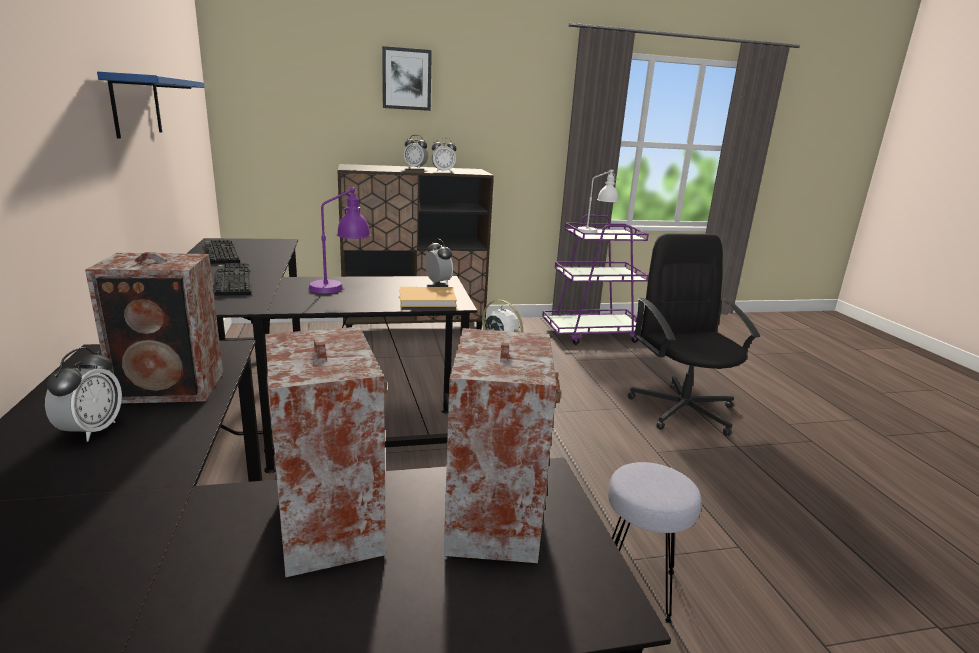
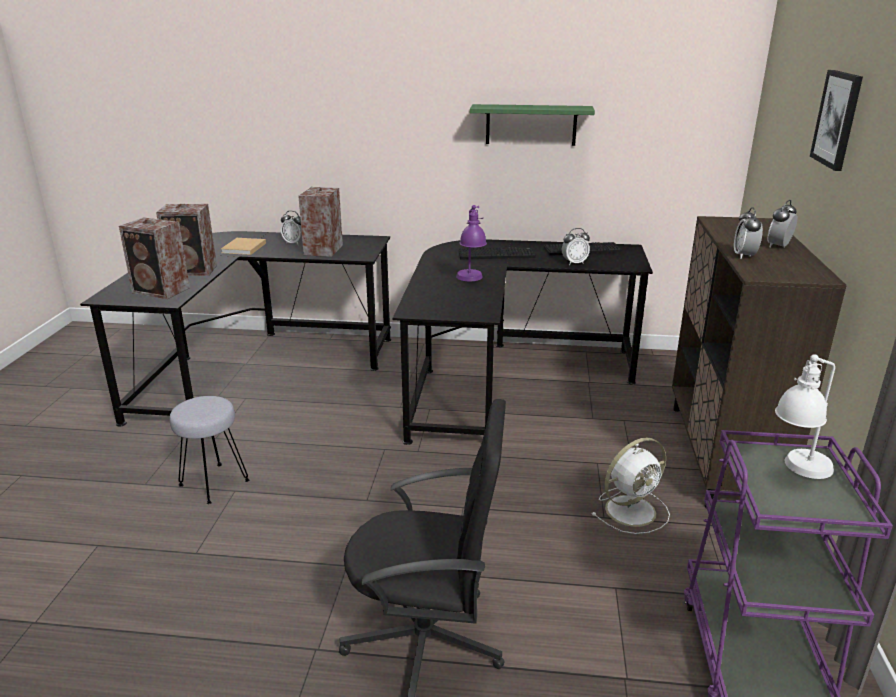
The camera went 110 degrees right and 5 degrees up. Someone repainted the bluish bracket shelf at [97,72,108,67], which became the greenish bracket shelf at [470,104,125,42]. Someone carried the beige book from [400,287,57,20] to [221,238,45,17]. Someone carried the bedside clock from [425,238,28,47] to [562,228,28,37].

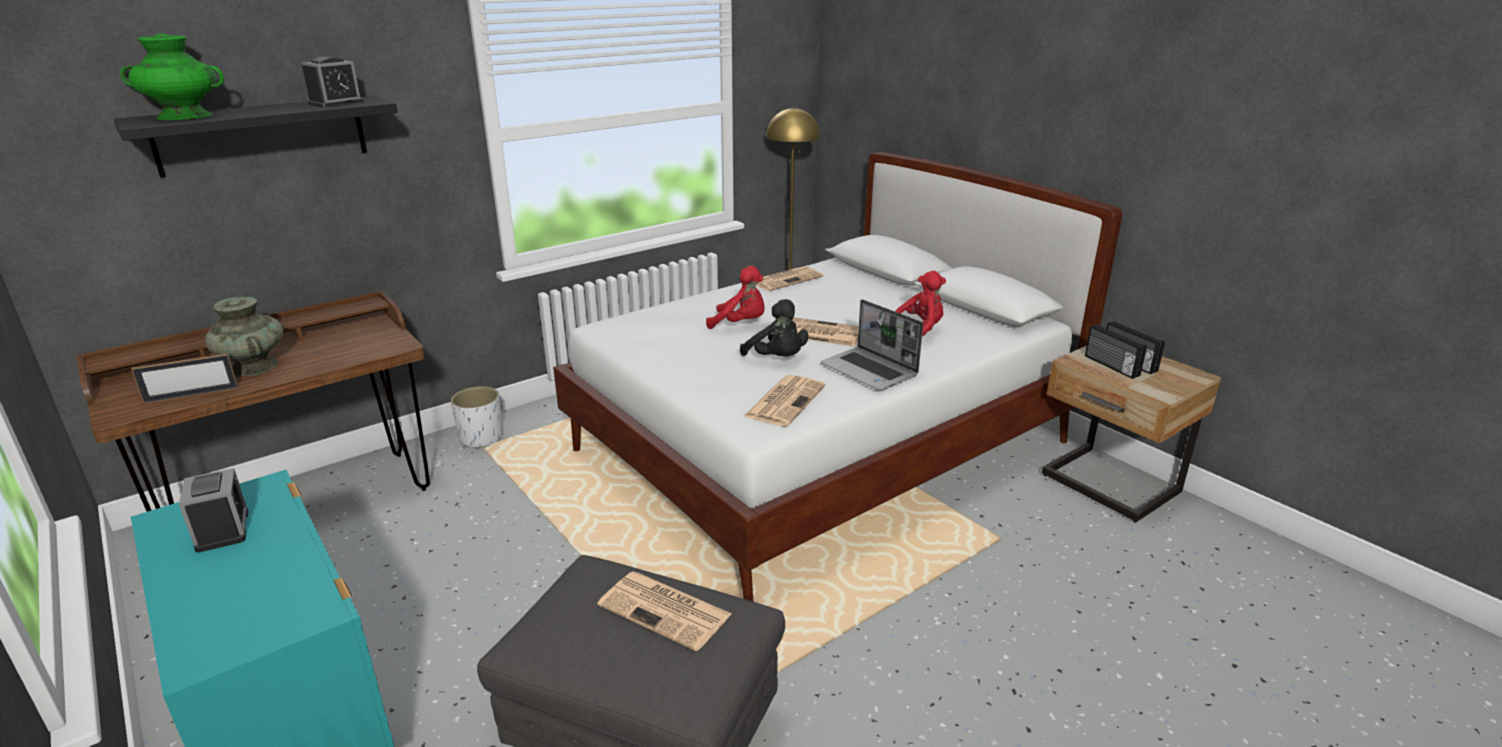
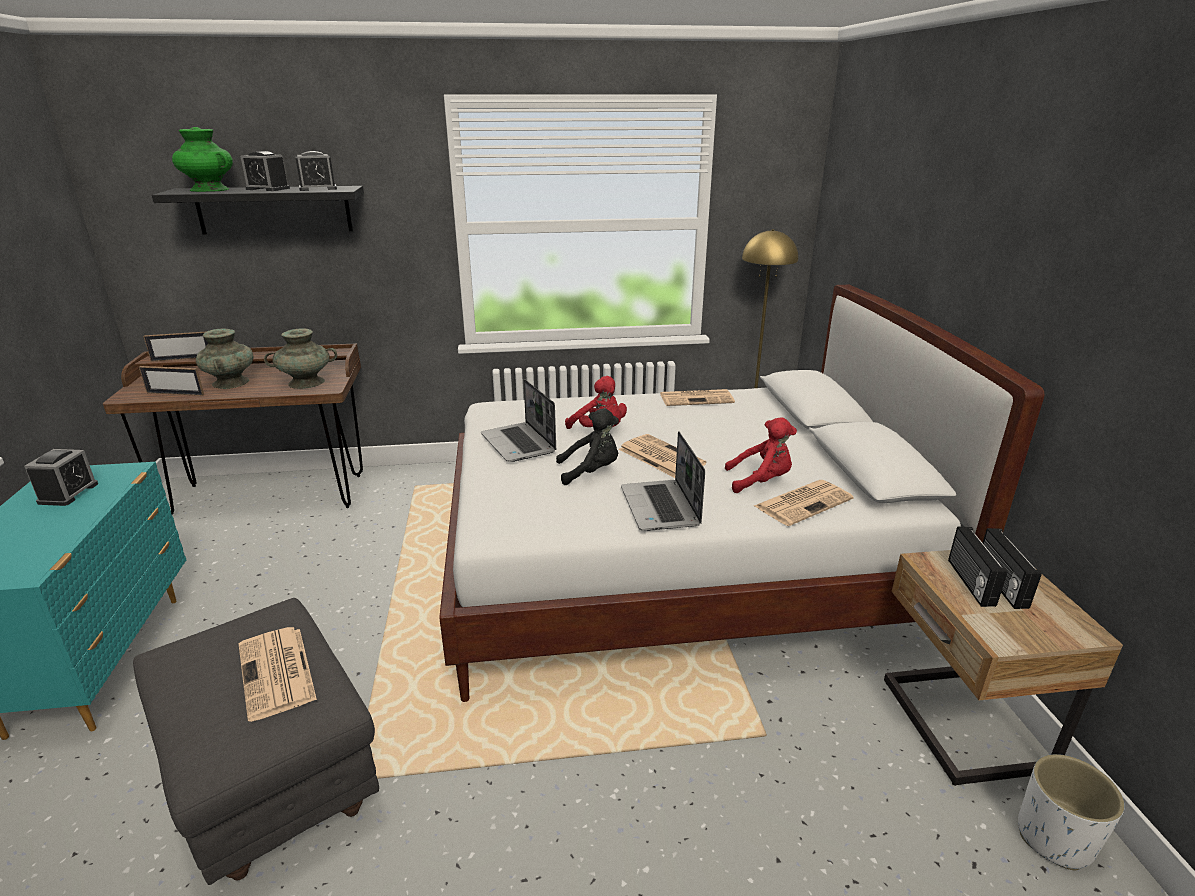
The camera went 30 degrees right and 0 degrees up. Someone carried the whitish planter from [451,386,52,62] to [1018,754,106,116]. Someone rotated the black-coloured cuddly toy at [740,299,68,58] by 90 degrees counterclockwise. Someone carried the daily paper from [743,375,82,52] to [754,480,100,46]. Someone put down the photo frame at [143,331,65,31]. Someone put down the bedside clock at [240,151,50,40]. Someone put down the blue-green flower vase at [264,328,73,61]. Someone put down the notebook computer at [481,379,75,83].

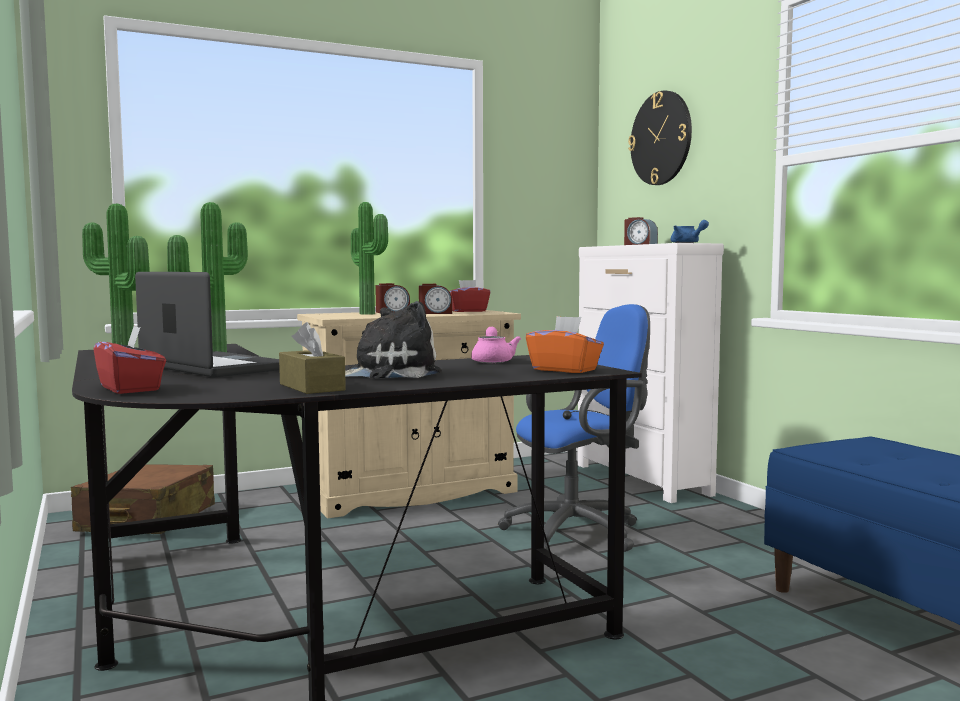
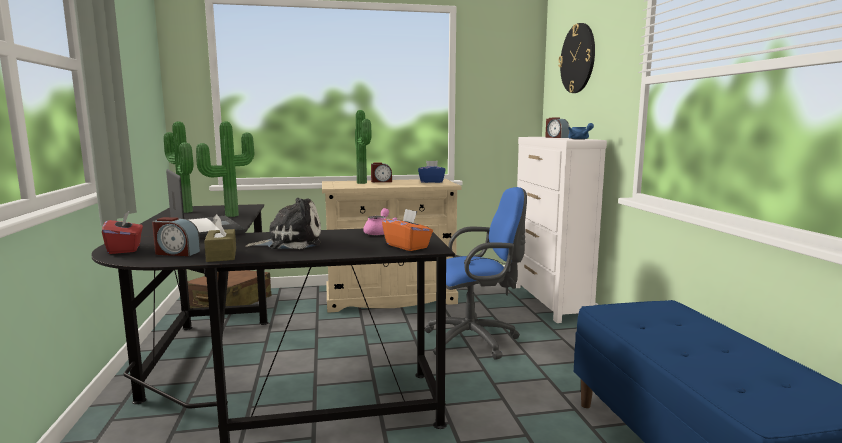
The camera went 15 degrees right and 5 degrees up. Someone carried the bedside clock from [419,284,33,30] to [152,217,49,39]. Someone repainted the red tissue holder at [450,280,40,32], which became the bluish tissue holder at [418,161,28,22].

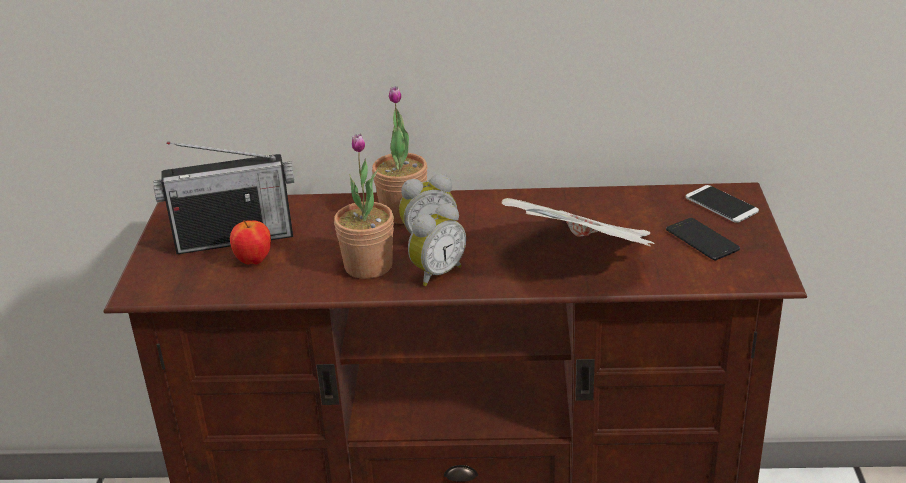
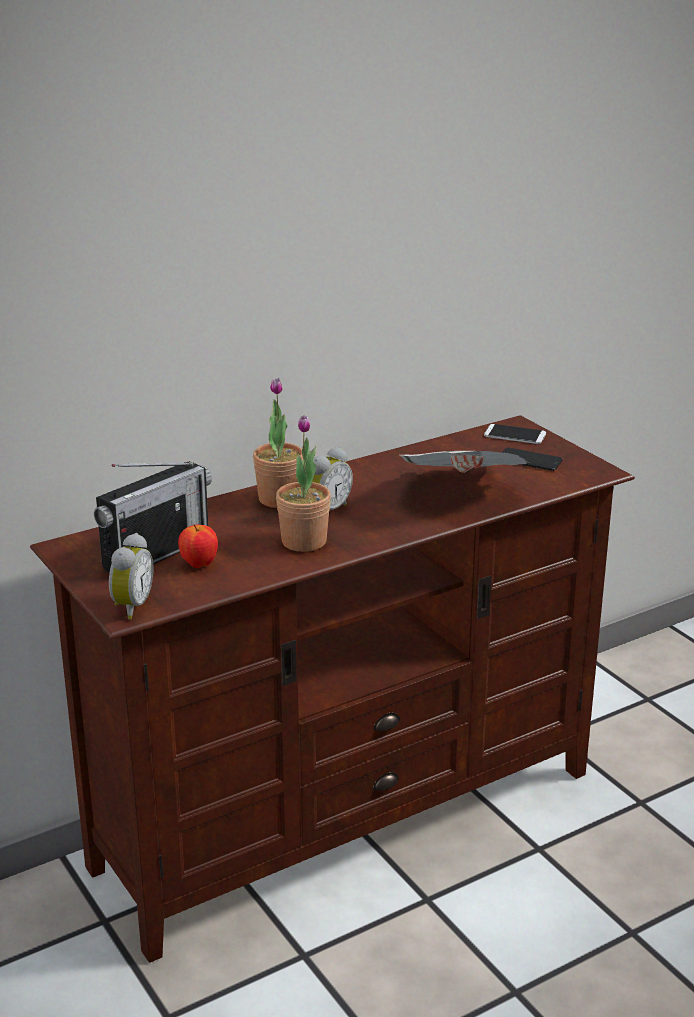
The camera went 35 degrees left and 5 degrees down. Someone carried the bedside clock from [408,203,58,83] to [109,533,44,86].

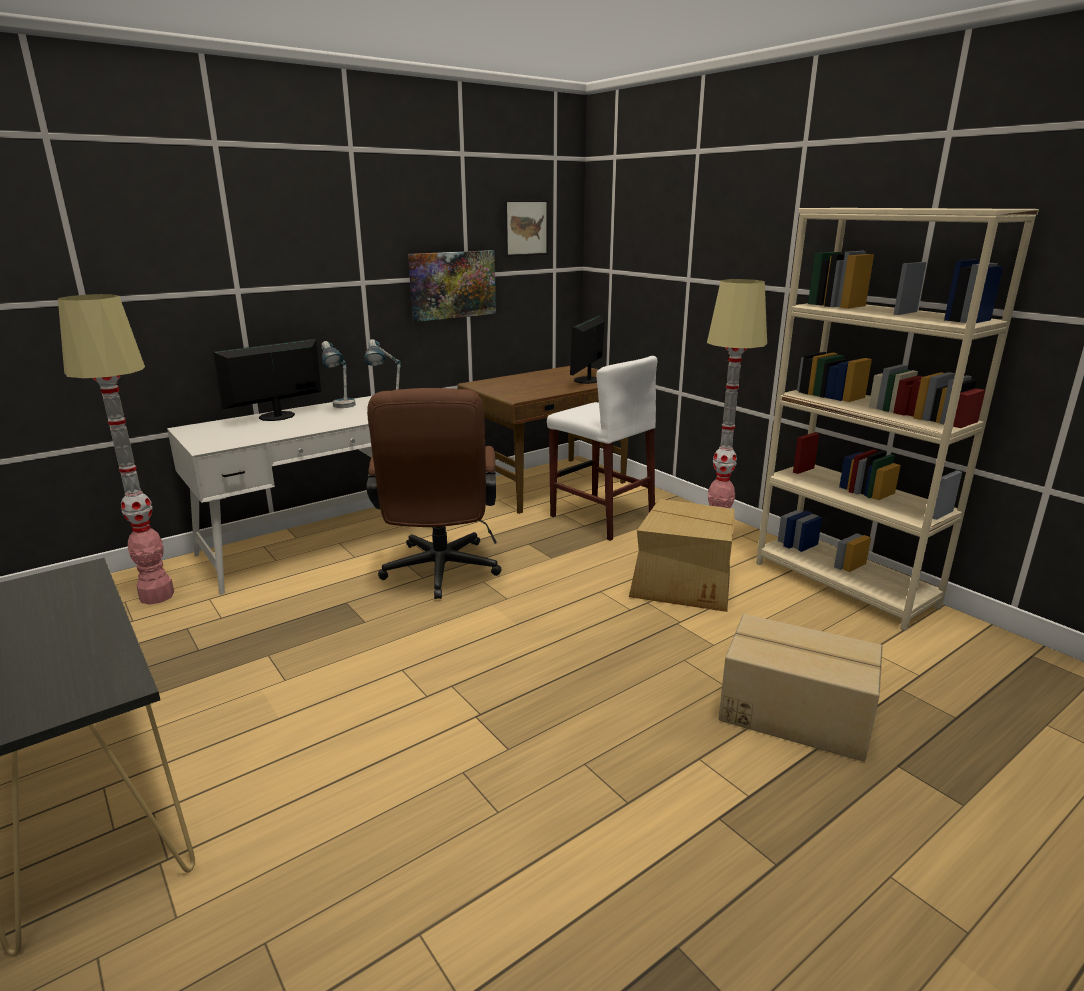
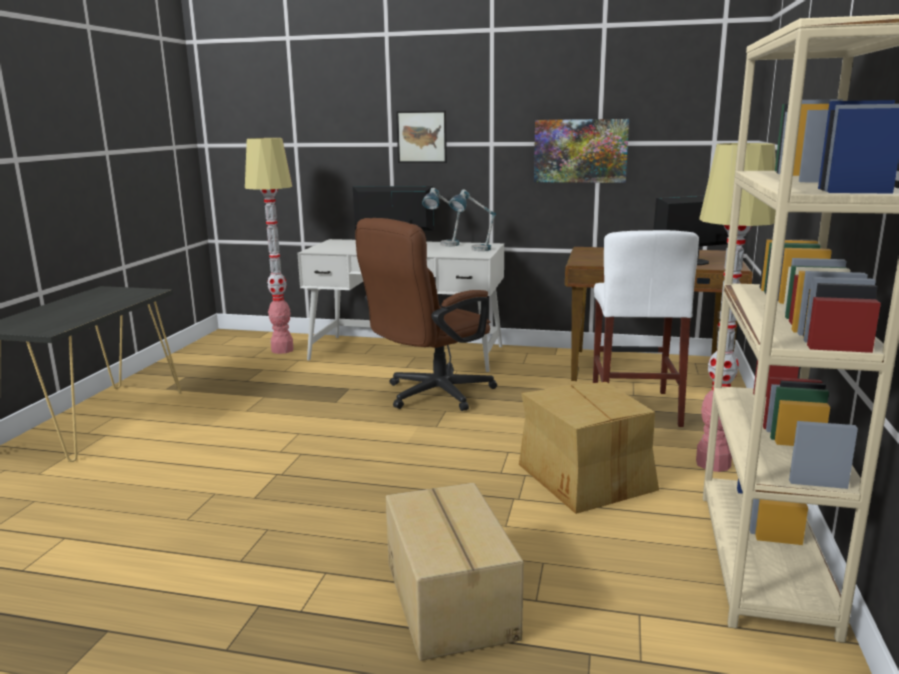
The camera went 50 degrees right and 5 degrees down. Someone carried the wall picture from [504,200,44,56] to [396,111,51,52].

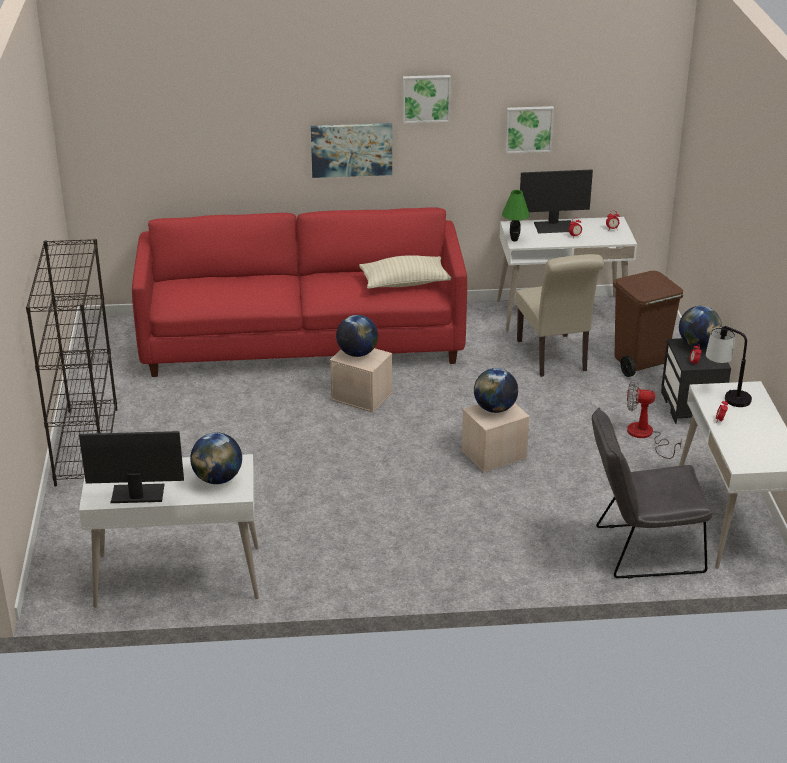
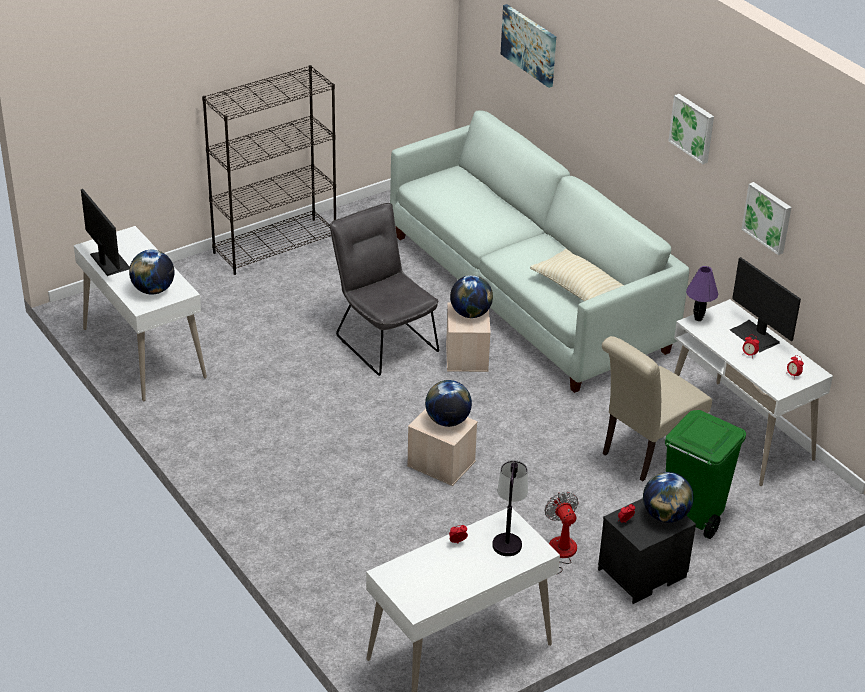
The camera went 60 degrees right and 5 degrees up. Someone repainted the red settee at [132,207,335,170], which became the whitish settee at [390,110,299,283]. Someone carried the wall picture from [311,123,81,55] to [501,4,55,84]. Someone repainted the greenish tabletop lamp at [502,190,28,51], which became the purple-coloured tabletop lamp at [686,266,32,55]. Someone carried the gray upright chair from [592,408,122,171] to [330,203,109,173]. Someone repainted the brownish rubbish bin at [613,271,70,106], which became the greenish rubbish bin at [665,410,81,129].

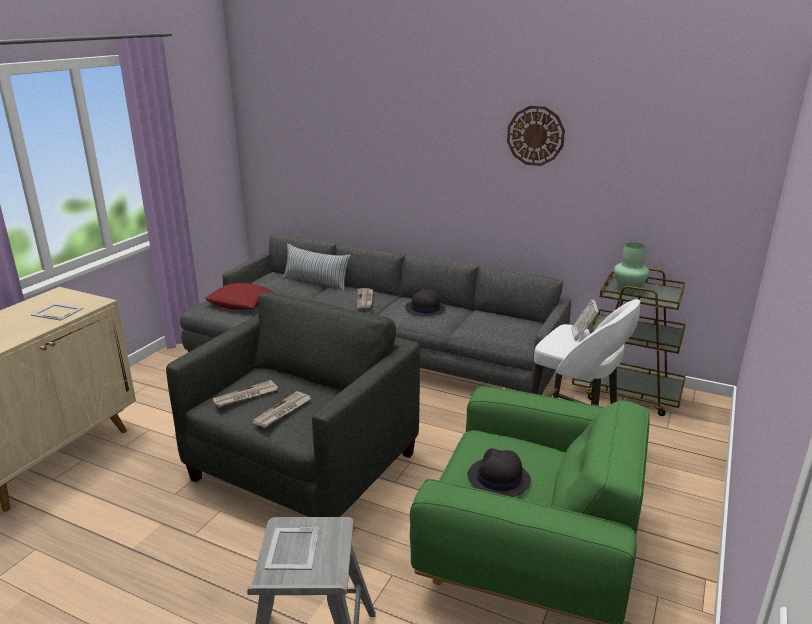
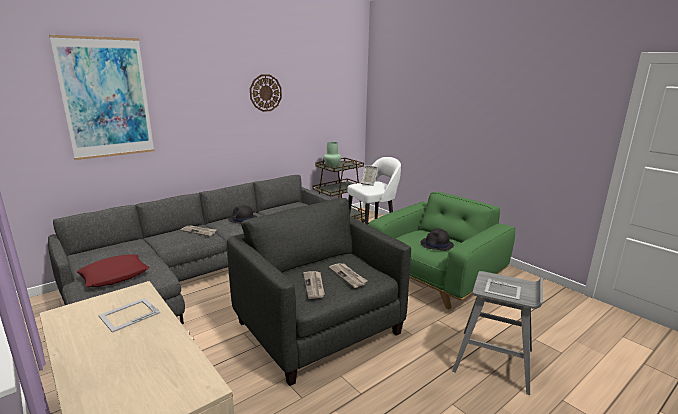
The camera went 65 degrees left and 5 degrees down. Someone took away the cushion at [283,244,67,47]. Someone put up the wall picture at [49,35,105,125].

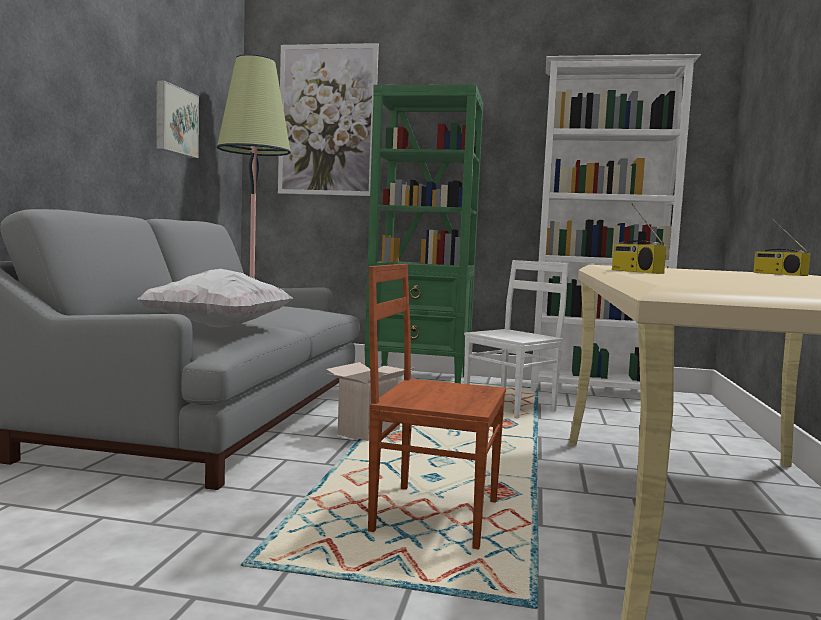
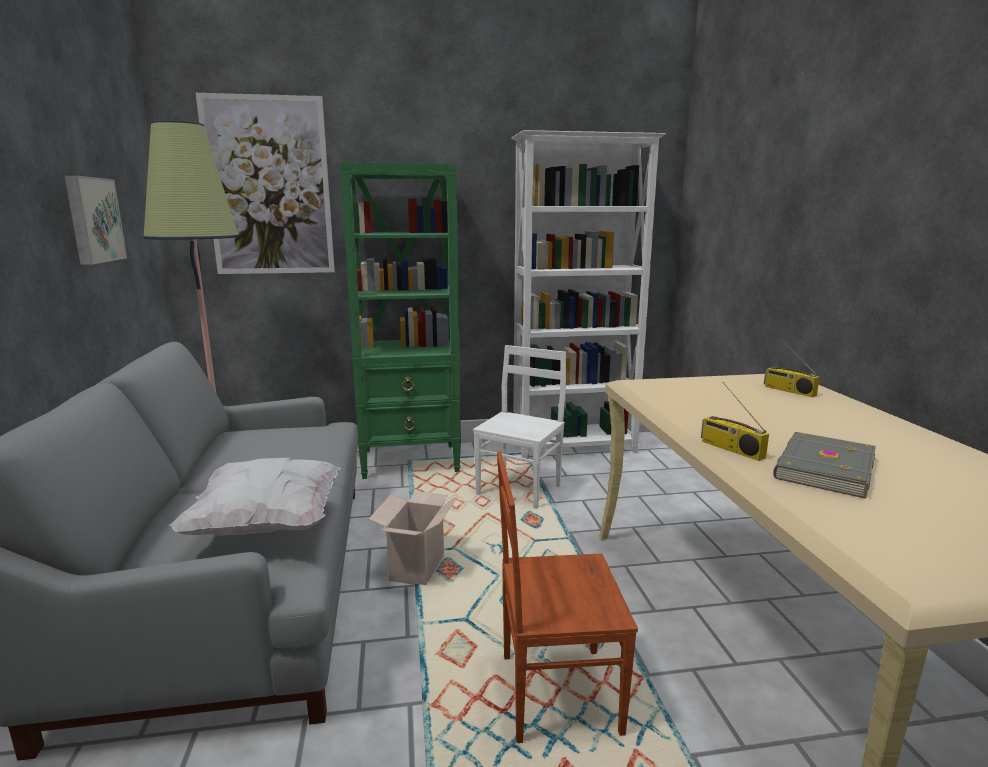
The camera went 20 degrees left and 10 degrees up. Someone put down the gray book at [773,432,103,67].

